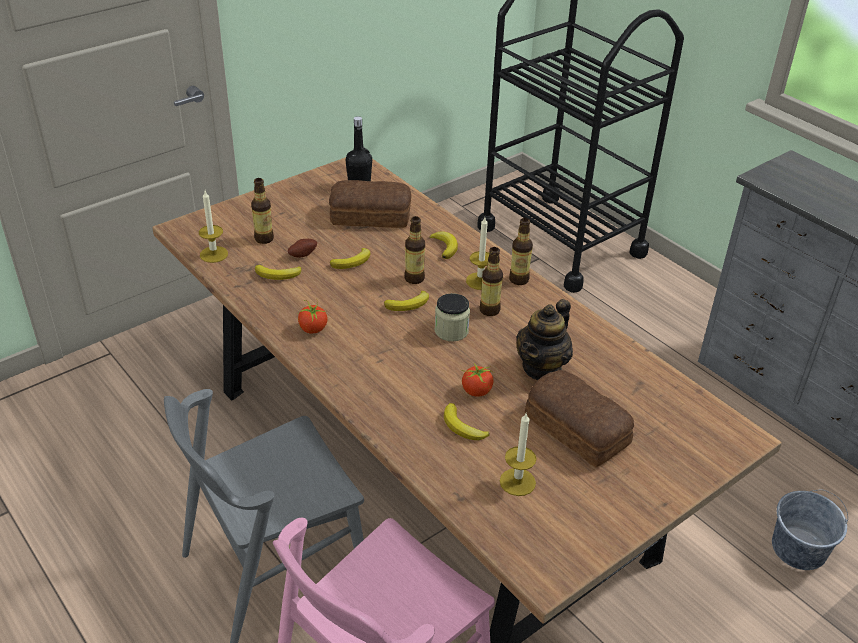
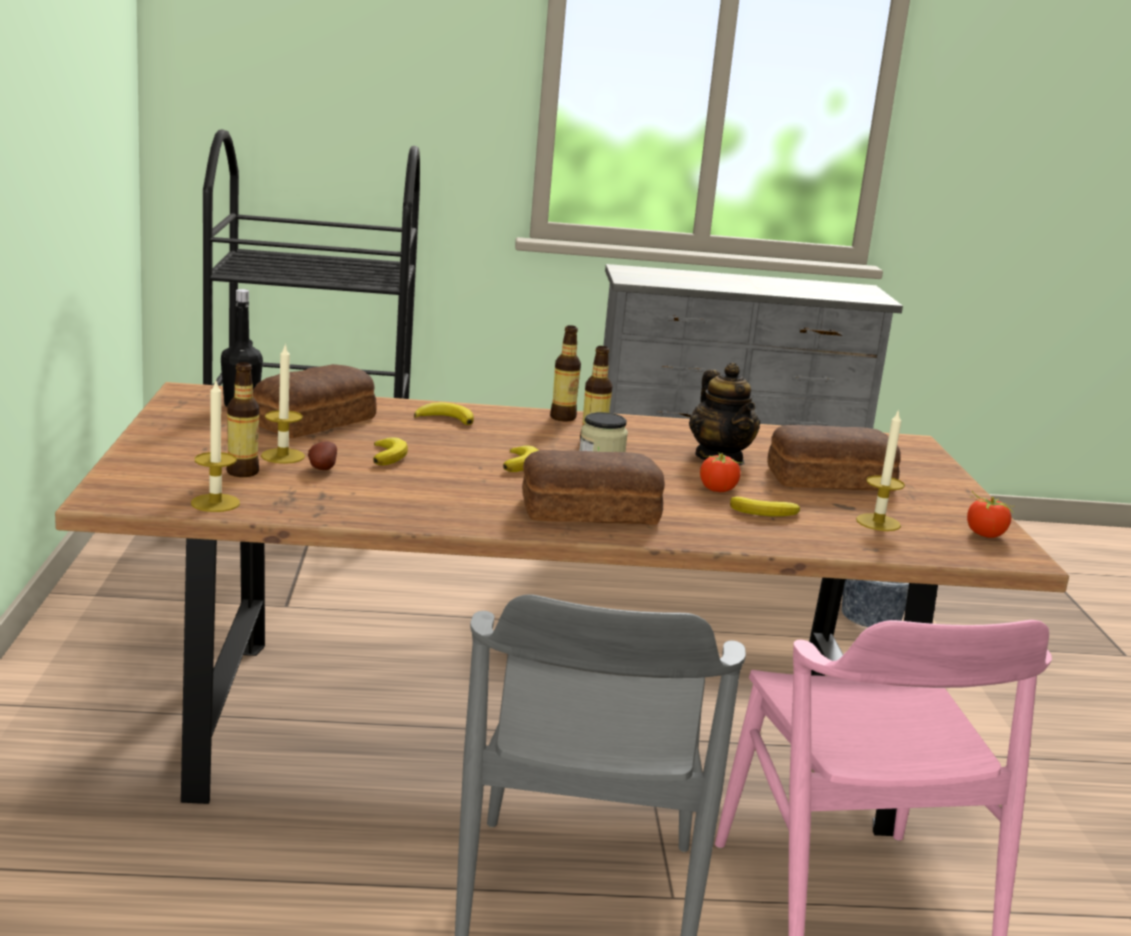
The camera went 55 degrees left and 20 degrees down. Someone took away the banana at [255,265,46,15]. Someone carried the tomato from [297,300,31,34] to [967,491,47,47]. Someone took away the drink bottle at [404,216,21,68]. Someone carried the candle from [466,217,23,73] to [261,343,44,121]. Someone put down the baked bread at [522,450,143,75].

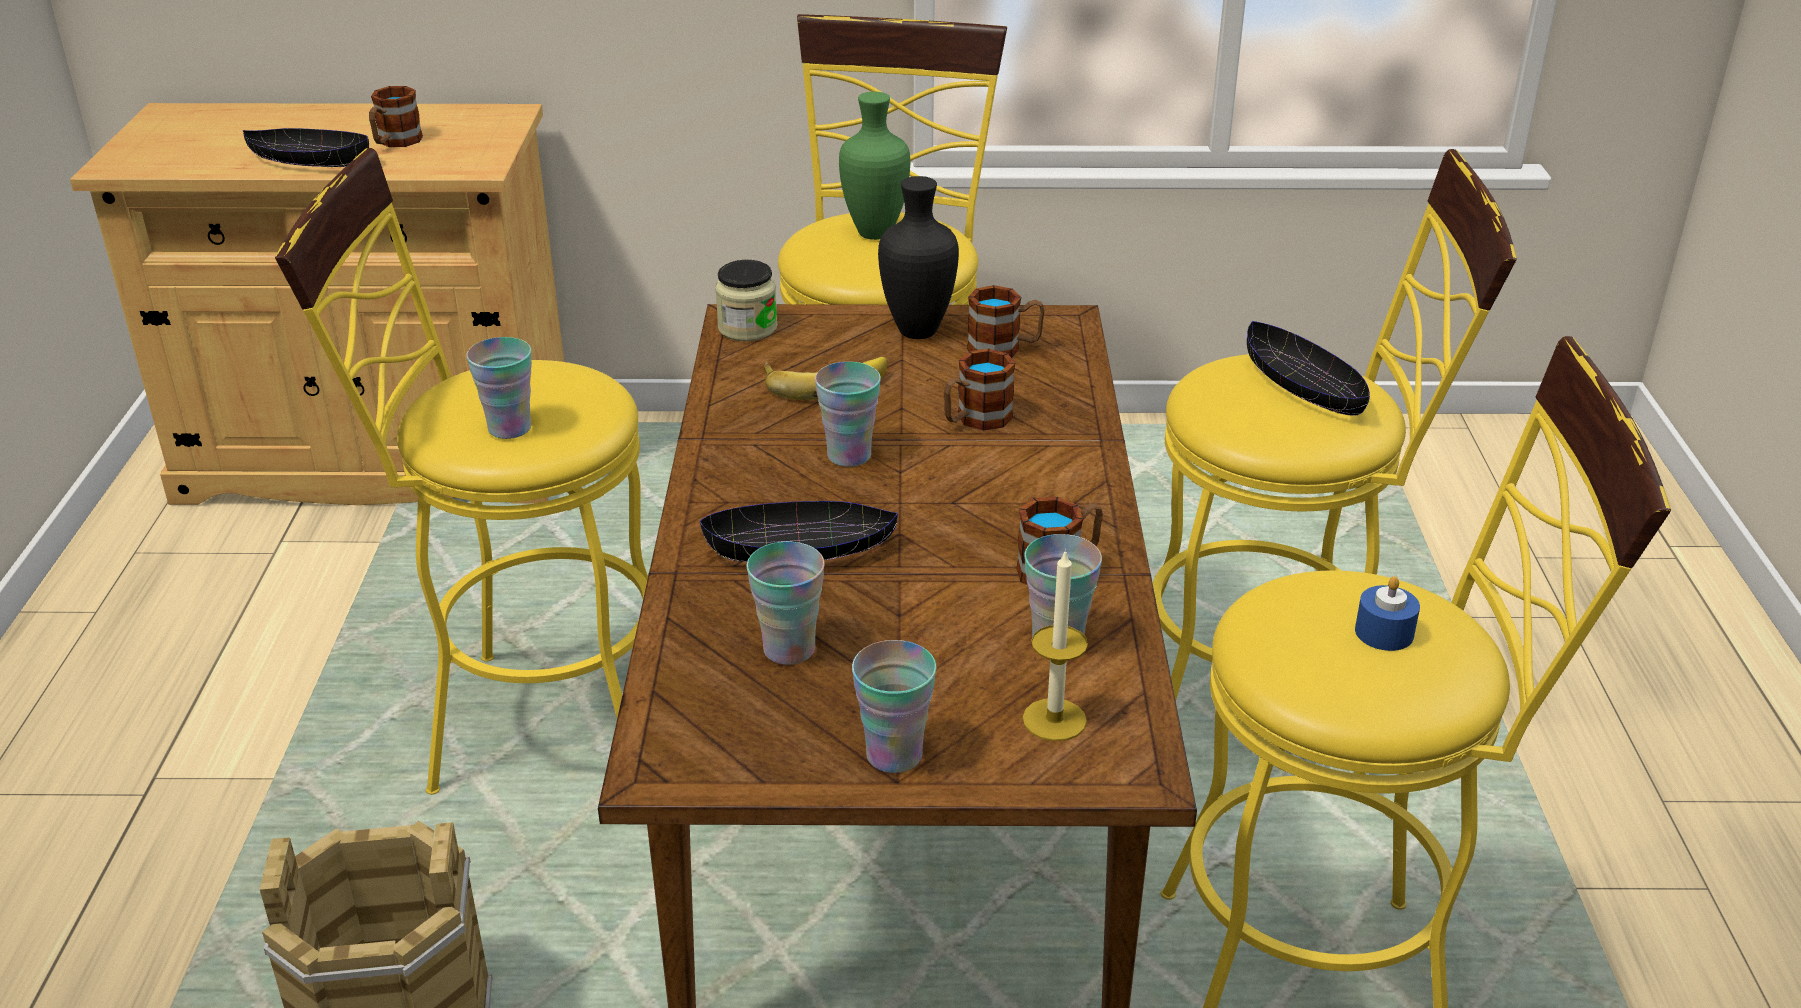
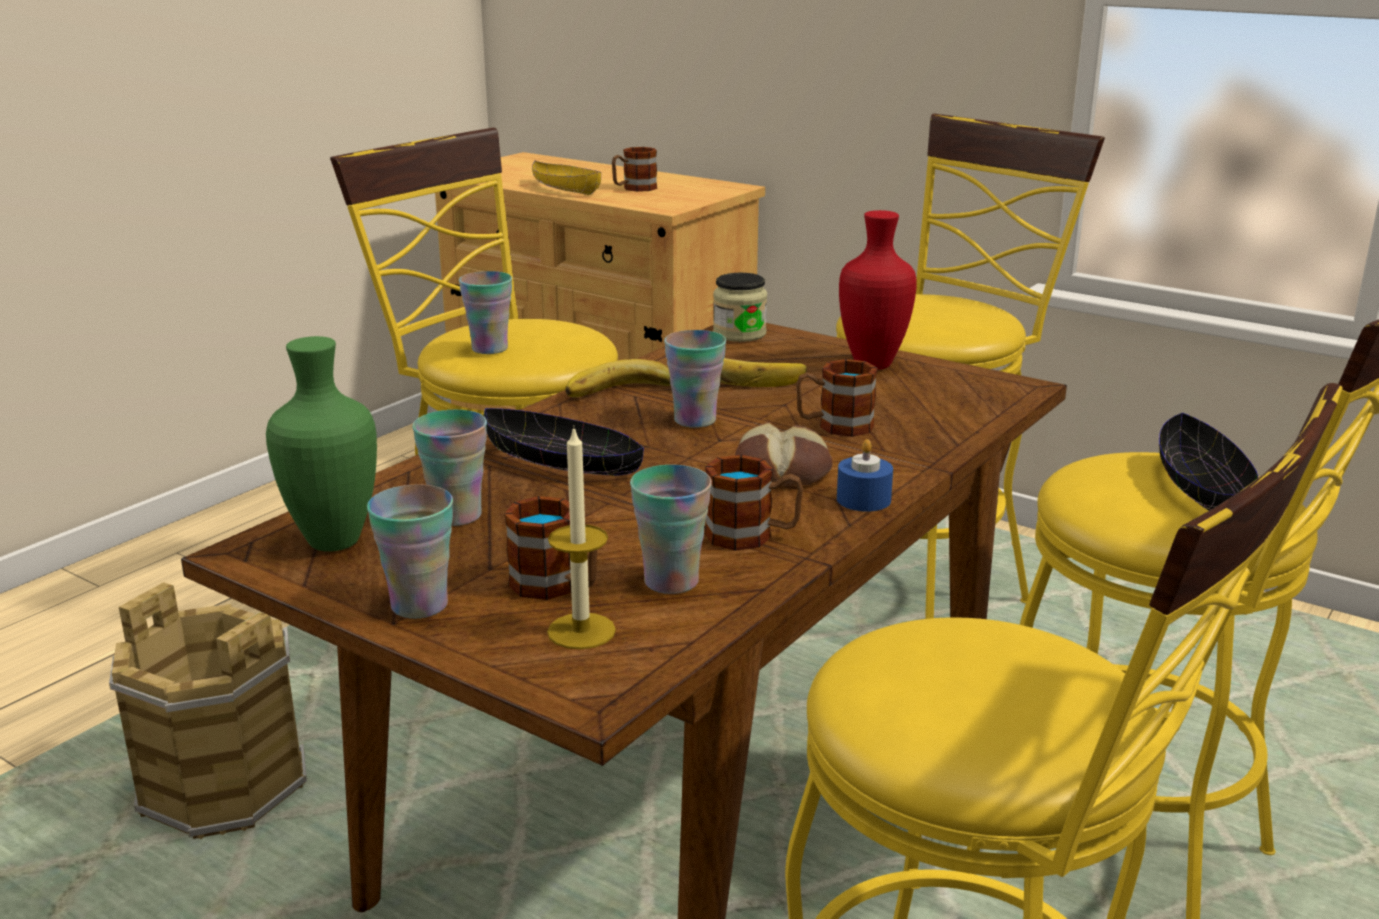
The camera went 35 degrees right and 10 degrees down. Someone repainted the black-coloured serving bowl at [243,128,126,39], which became the yellowish serving bowl at [532,161,69,34]. Someone carried the greenish flower vase from [839,92,71,148] to [266,336,111,216]. Someone repainted the black-coloured flower vase at [878,176,81,163], which became the red flower vase at [839,210,77,160]. Someone carried the coffee mug from [967,285,78,73] to [504,496,93,104]. Someone carried the bluish candle from [1355,576,65,75] to [837,439,56,73]. Someone put down the banana at [565,359,106,39]. Someone put down the baked bread at [735,422,98,64].

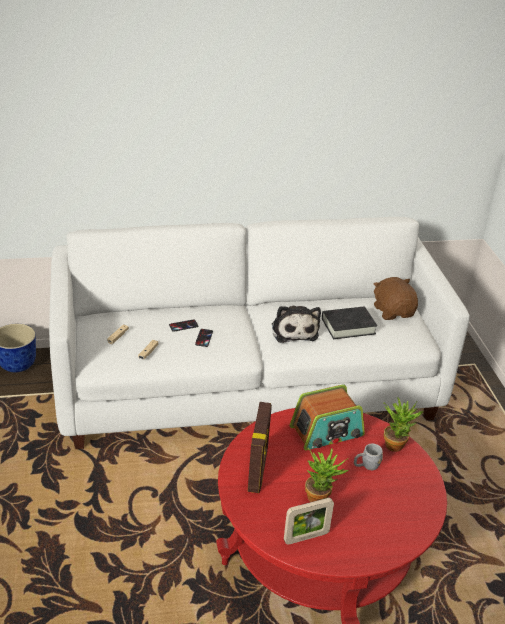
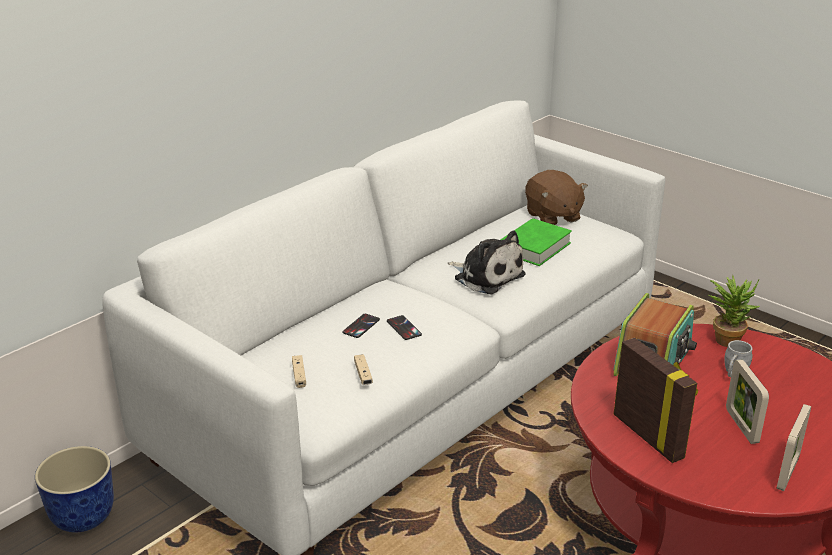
The camera went 35 degrees left and 5 degrees down. Someone swapped the plant in a pot at [305,448,44,54] for the photo frame at [726,359,43,85]. Someone repainted the black-coloured book at [322,306,55,33], which became the greenish book at [500,218,72,48]. Someone rotated the brownish cuddly toy at [374,277,44,43] by 150 degrees counterclockwise.

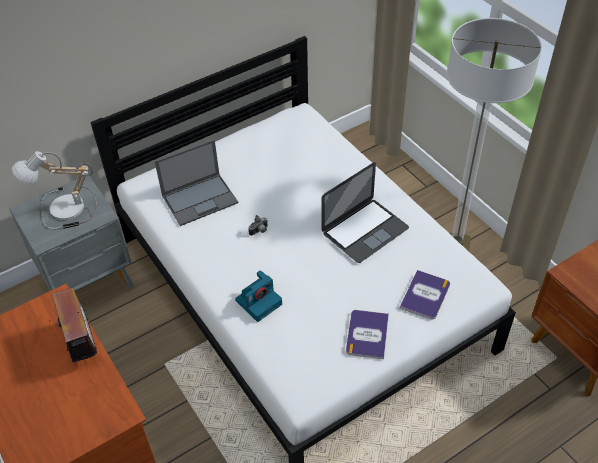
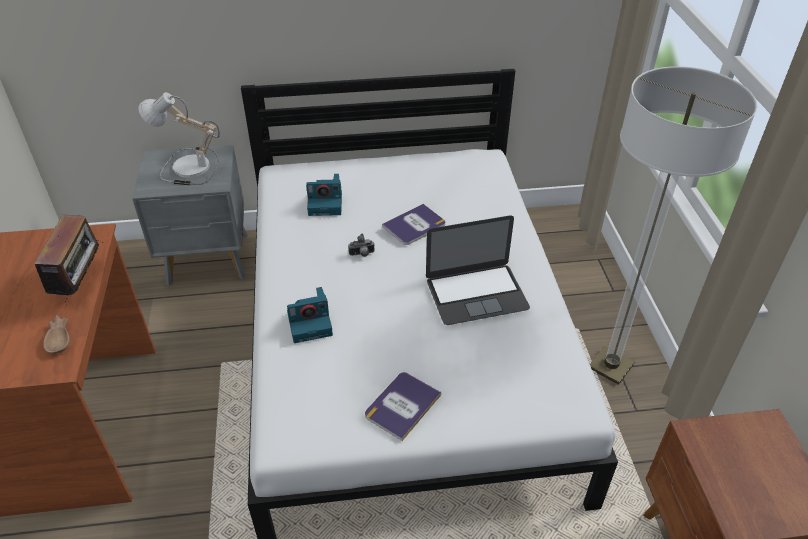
The camera went 25 degrees right and 5 degrees down. Someone swapped the notebook computer at [155,139,83,87] for the photo camera at [306,174,36,42]. Someone carried the book from [400,270,50,50] to [382,204,63,41]. Someone put down the brownish serving bowl at [43,315,27,39].

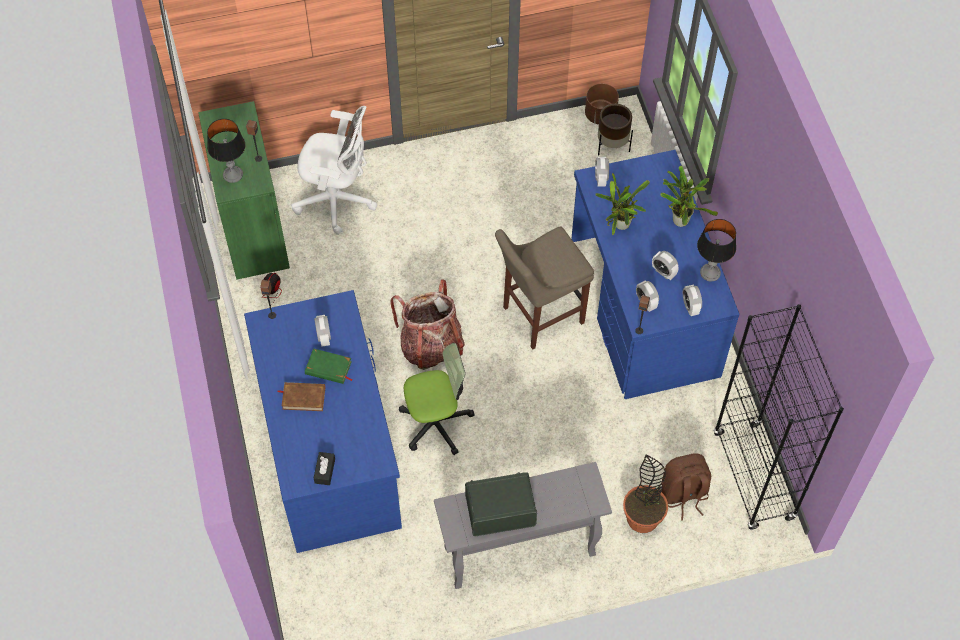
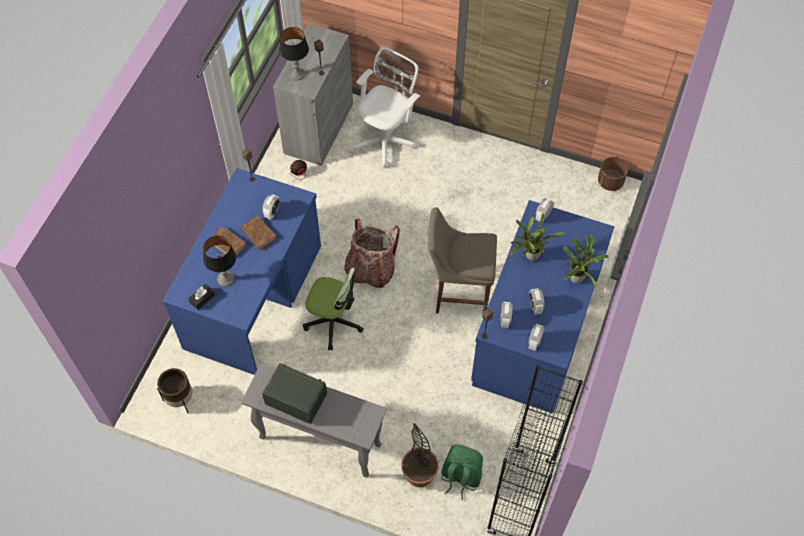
The camera went 35 degrees right and 0 degrees up. Someone repainted the greenish cupboard at [198,101,92,178], which became the gray cupboard at [273,23,80,143]. Someone rotated the whitish desk chair at [291,106,86,129] by 105 degrees counterclockwise. Someone repainted the greenish book at [305,348,47,36], which became the brownish book at [241,215,36,37]. Someone carried the brownish planter from [598,104,35,51] to [157,368,35,45]. Someone repainted the brownish backpack at [661,453,50,68], which became the greenish backpack at [442,445,41,55]. Someone carried the tabletop lamp from [697,219,39,62] to [203,236,33,50].

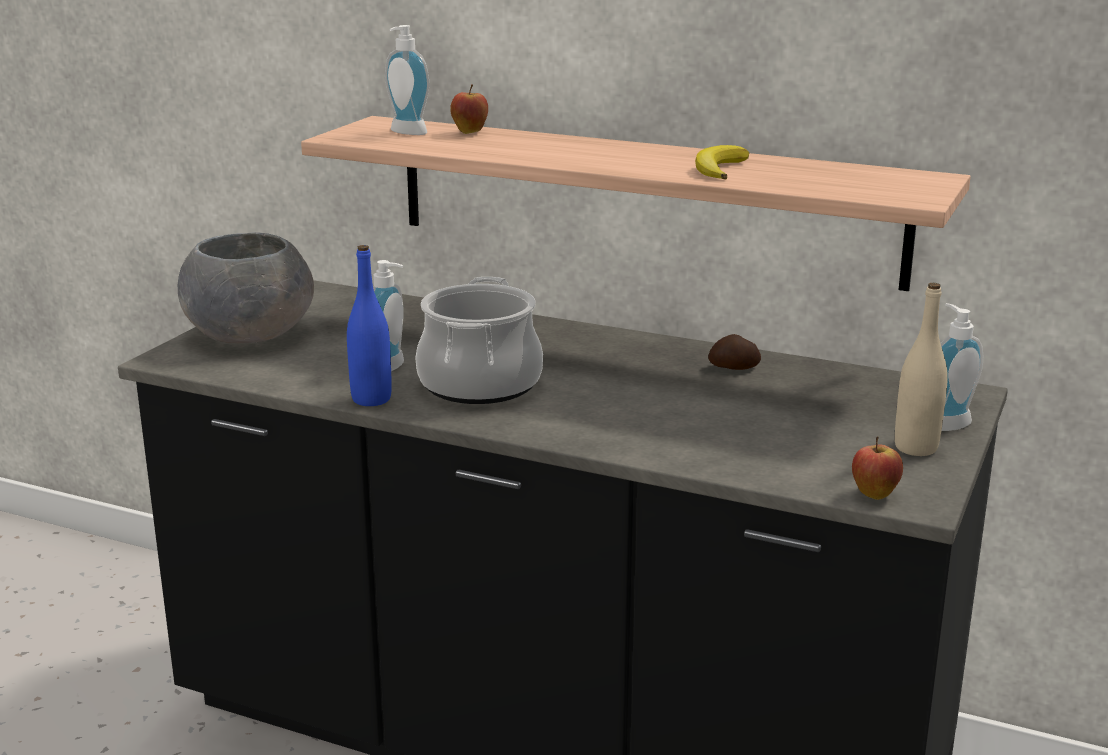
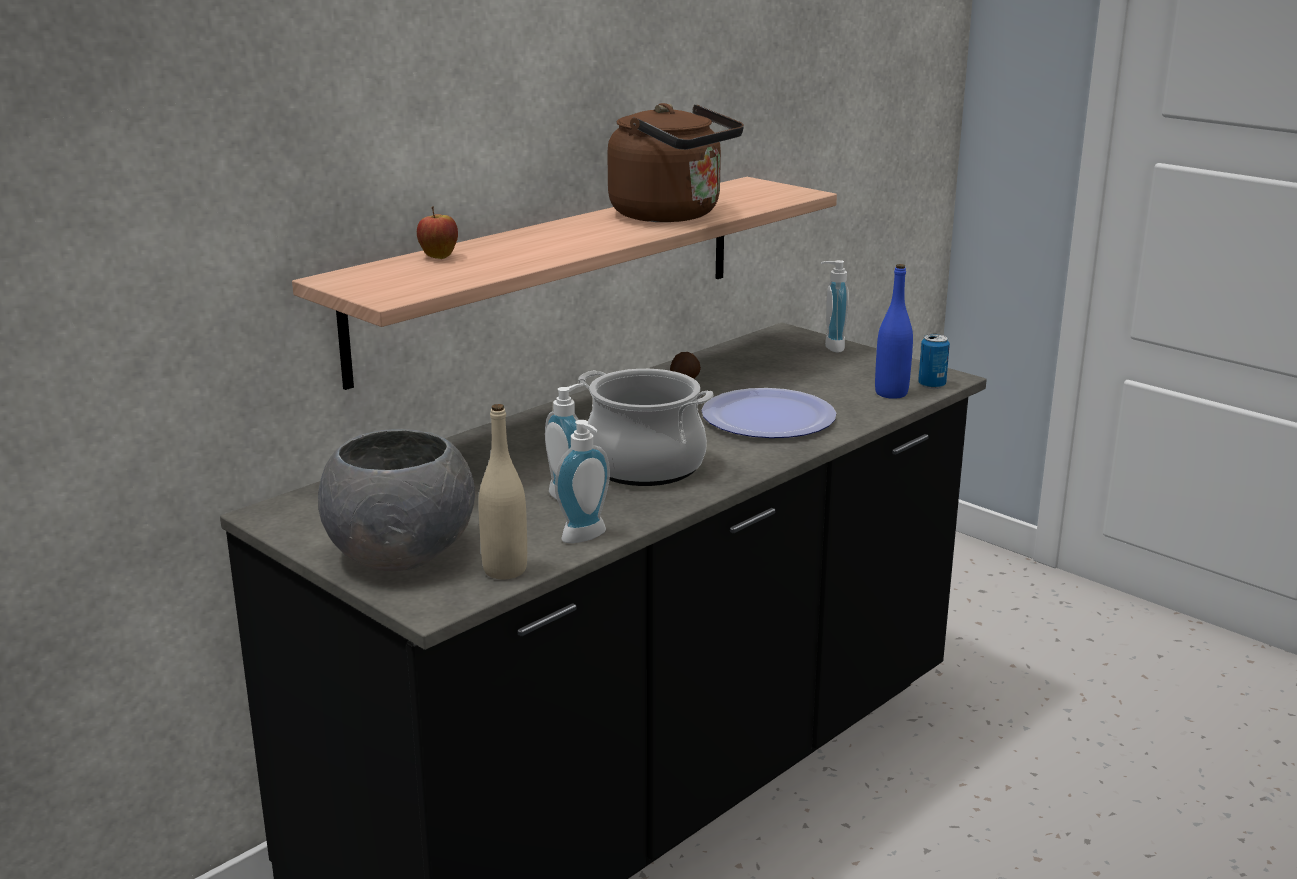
The camera went 70 degrees left and 0 degrees up. Someone carried the bluish drink bottle from [347,245,45,161] to [875,264,38,135]. Someone carried the soap dispenser from [385,25,44,110] to [555,420,55,123]. Someone swapped the banana at [695,145,54,35] for the brownish kettle at [607,103,137,119]. Someone swapped the apple fruit at [852,436,51,64] for the sealed can at [918,334,32,55]. Someone carried the beige drink bottle from [895,283,53,173] to [478,404,49,175]. Someone put down the dinner plate at [702,388,134,50].

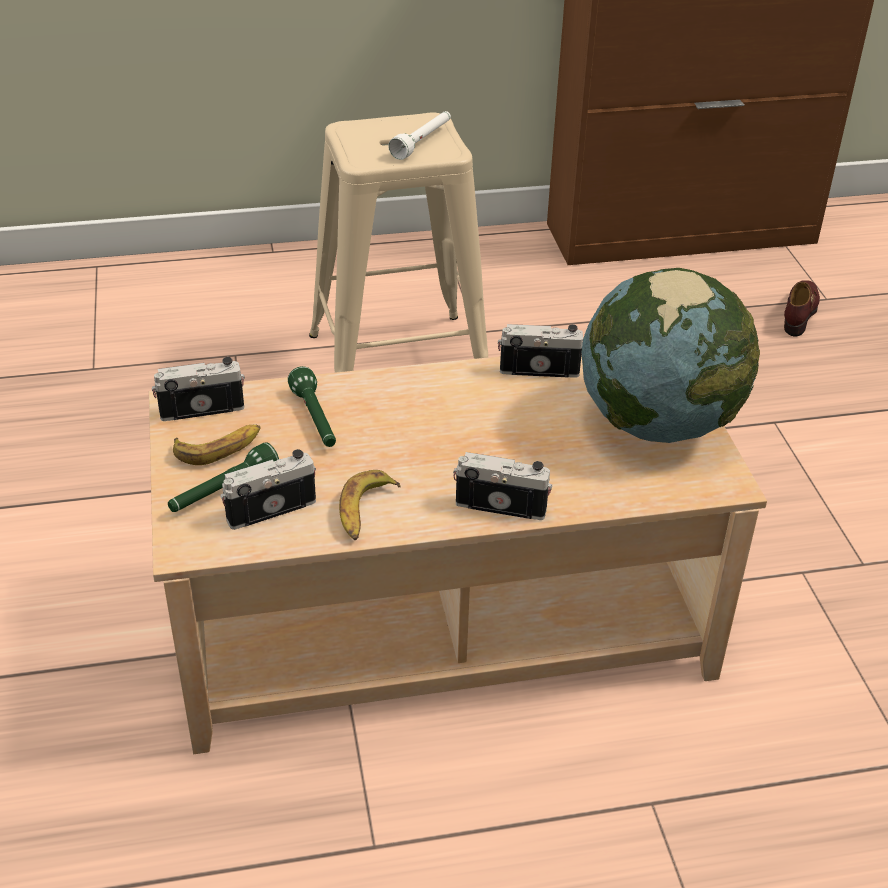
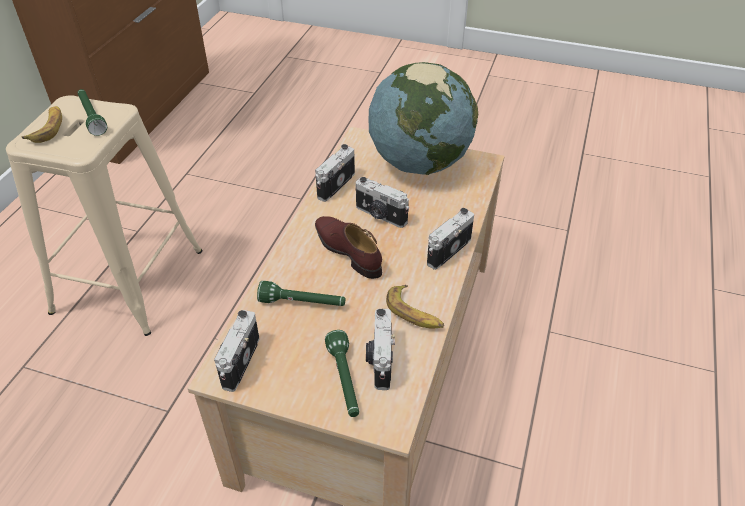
The camera went 60 degrees left and 5 degrees up. Someone carried the banana from [173,424,88,41] to [21,106,41,37]. Someone repainted the whitish flashlight at [388,111,63,49], which became the greenish flashlight at [78,89,29,47]. Someone carried the brownish item of footwear from [784,280,36,57] to [315,216,67,63]. Someone put down the photo camera at [355,177,54,51].

